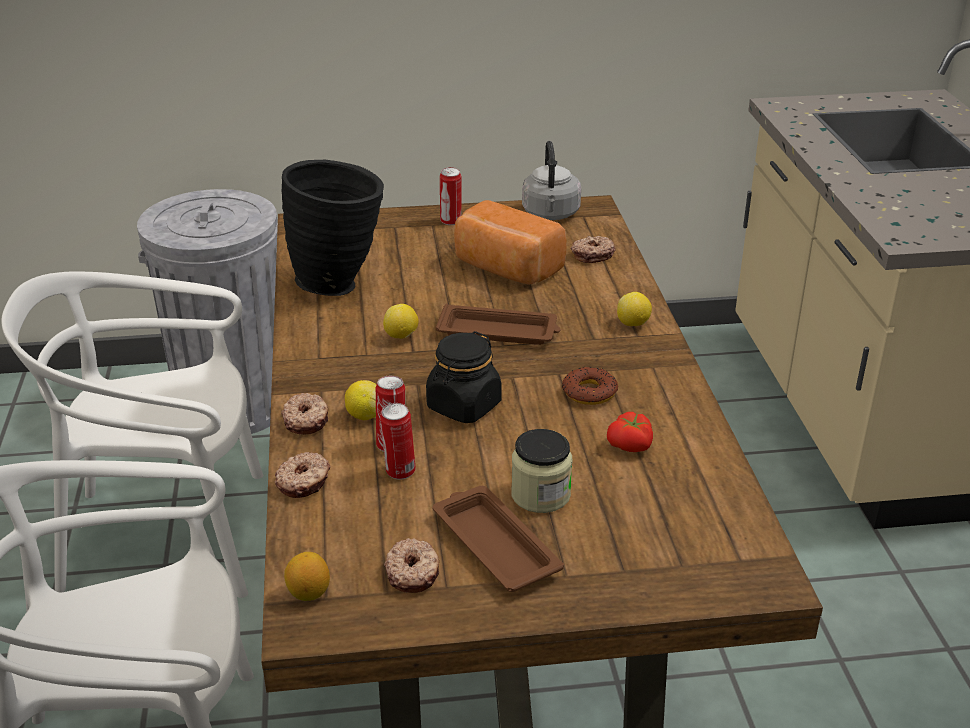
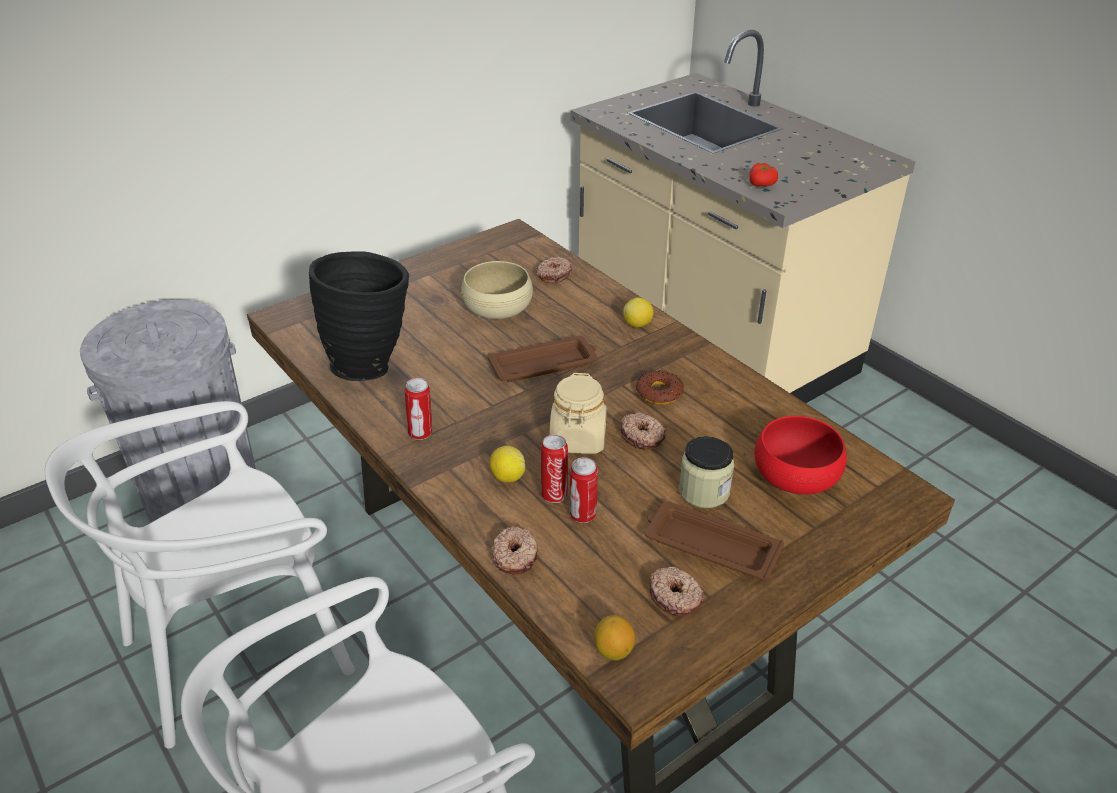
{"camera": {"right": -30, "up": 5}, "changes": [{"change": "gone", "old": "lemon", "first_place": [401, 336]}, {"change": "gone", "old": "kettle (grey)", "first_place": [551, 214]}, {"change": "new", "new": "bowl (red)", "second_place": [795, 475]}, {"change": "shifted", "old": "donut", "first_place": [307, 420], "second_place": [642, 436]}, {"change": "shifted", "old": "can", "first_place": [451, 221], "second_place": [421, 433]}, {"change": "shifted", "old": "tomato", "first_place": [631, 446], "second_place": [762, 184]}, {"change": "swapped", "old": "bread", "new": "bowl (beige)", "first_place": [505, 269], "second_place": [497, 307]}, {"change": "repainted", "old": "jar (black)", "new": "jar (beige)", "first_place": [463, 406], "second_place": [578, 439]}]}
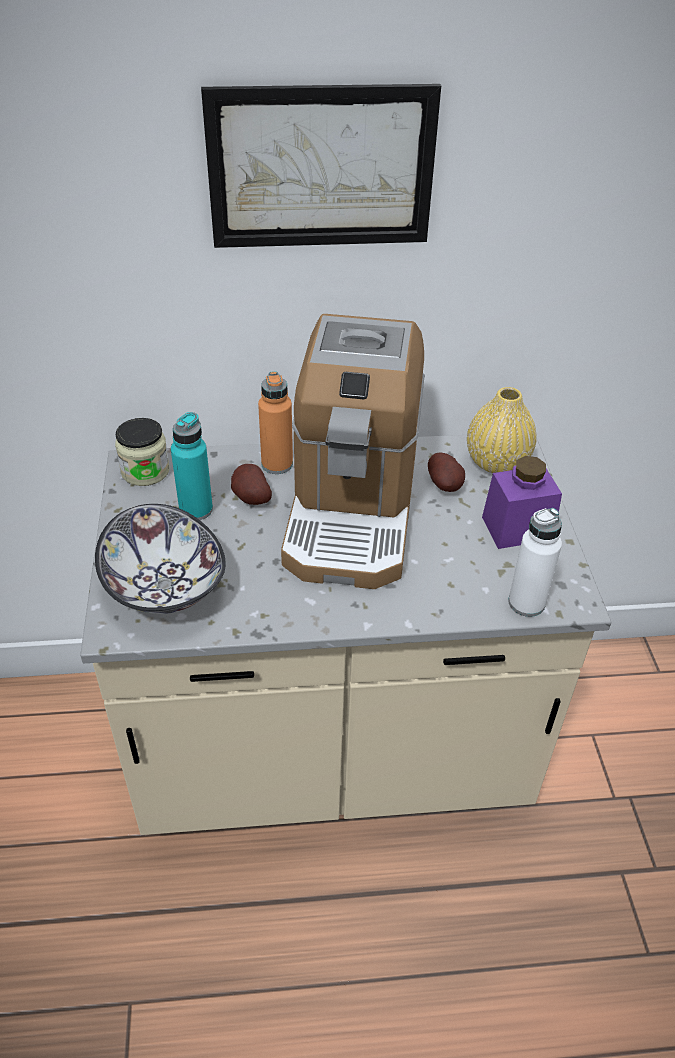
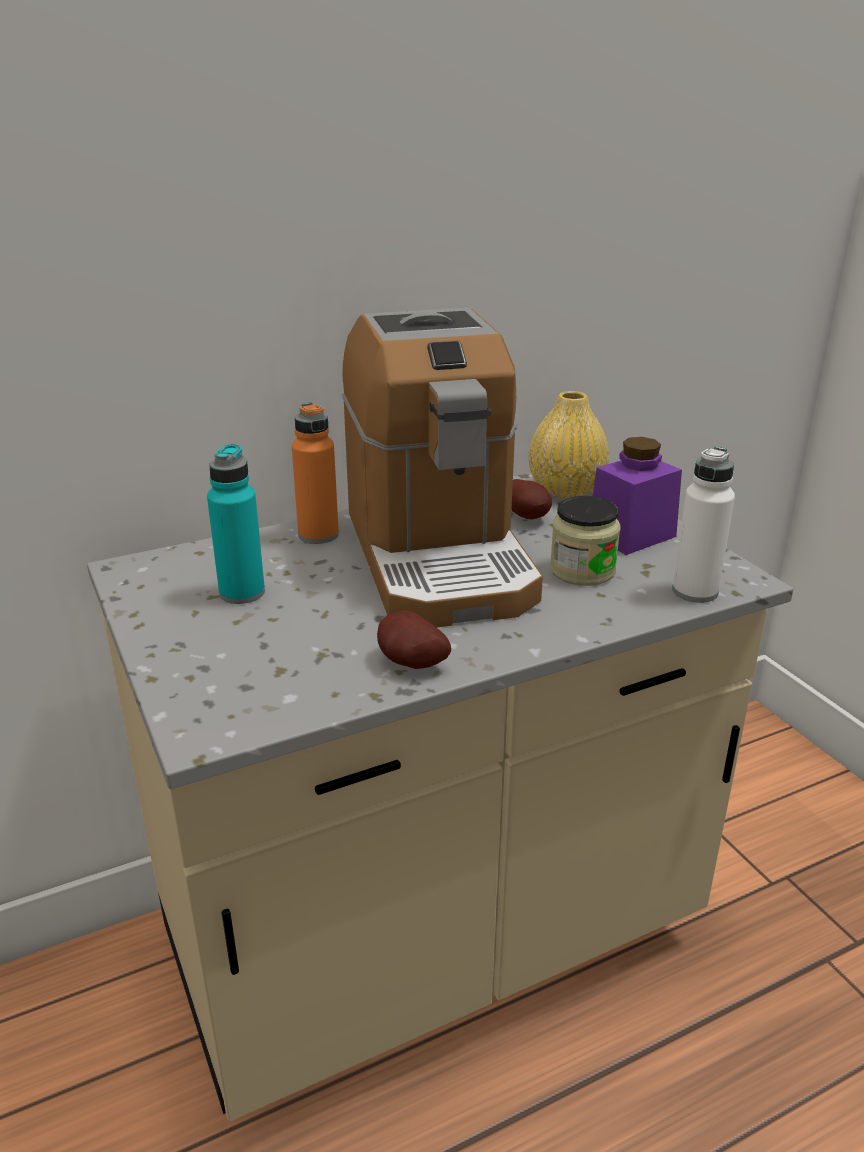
{"camera": {"right": -20, "up": -15}, "changes": [{"change": "gone", "old": "bowl", "first_place": [166, 585]}, {"change": "gone", "old": "picture", "first_place": [321, 168]}, {"change": "shifted", "old": "jar", "first_place": [145, 471], "second_place": [582, 570]}, {"change": "shifted", "old": "potato", "first_place": [250, 498], "second_place": [410, 664]}]}
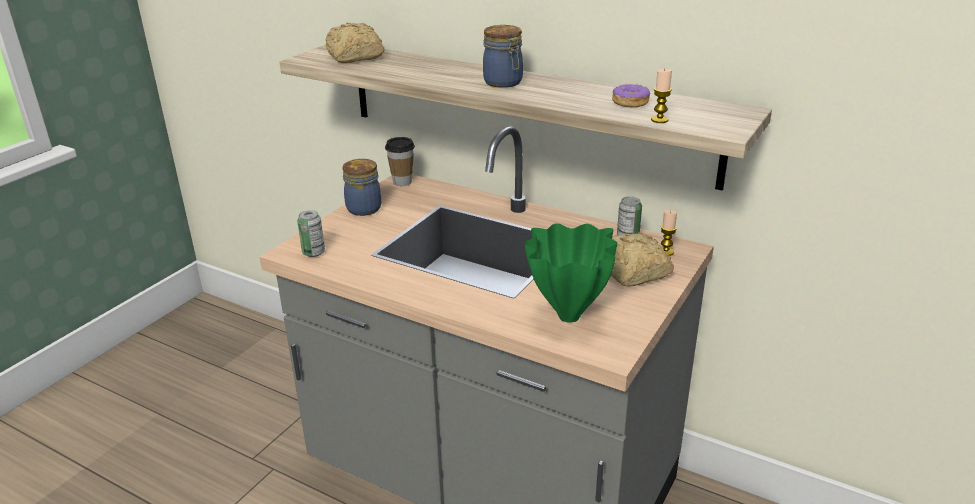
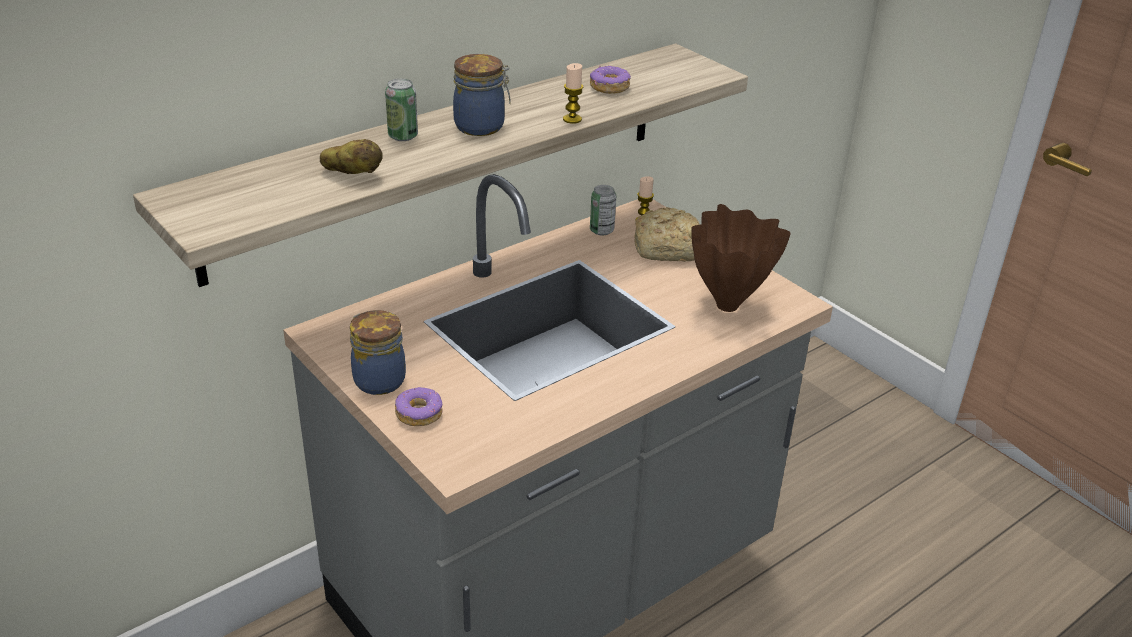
{"camera": {"right": -70, "up": 5}, "changes": [{"change": "gone", "old": "bread", "first_place": [354, 57]}, {"change": "gone", "old": "cup", "first_place": [402, 182]}, {"change": "new", "new": "potato", "second_place": [353, 174]}, {"change": "new", "new": "donut", "second_place": [419, 413]}, {"change": "shifted", "old": "can", "first_place": [313, 252], "second_place": [403, 136]}, {"change": "shifted", "old": "candle", "first_place": [659, 120], "second_place": [572, 119]}, {"change": "repainted", "old": "vase (green)", "new": "vase (brown)", "first_place": [567, 317], "second_place": [728, 307]}]}
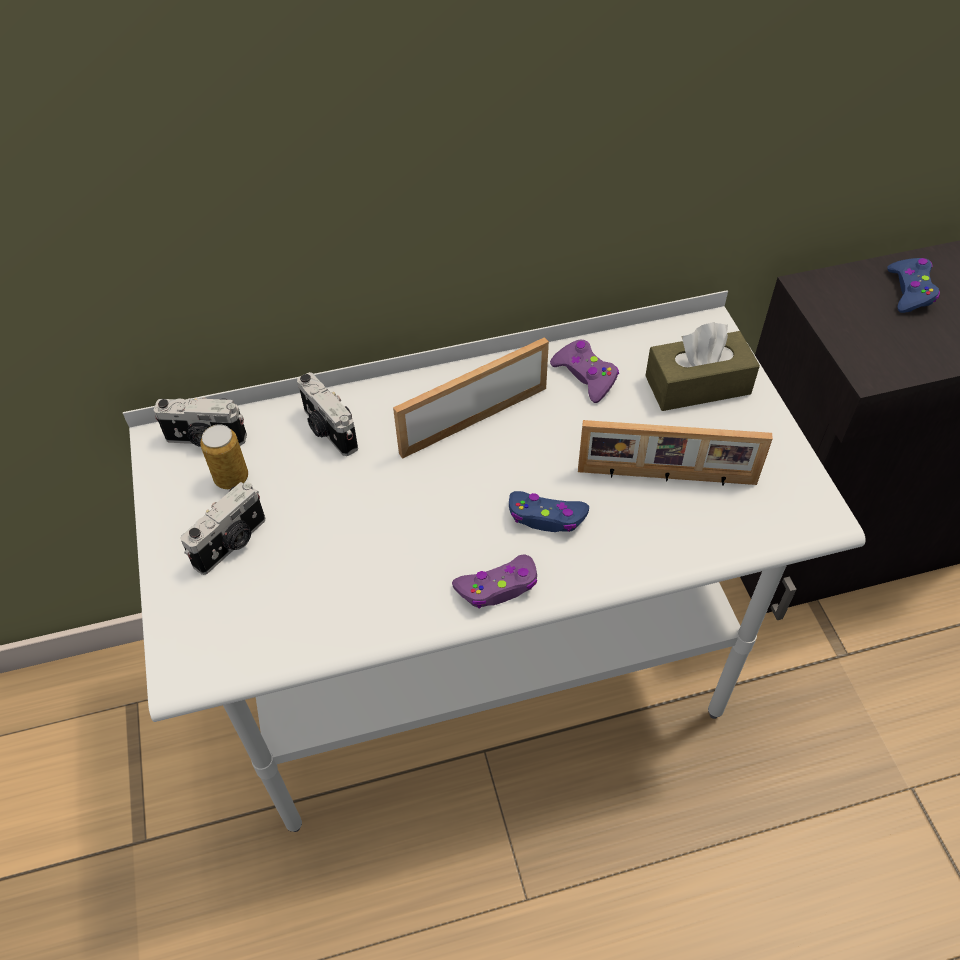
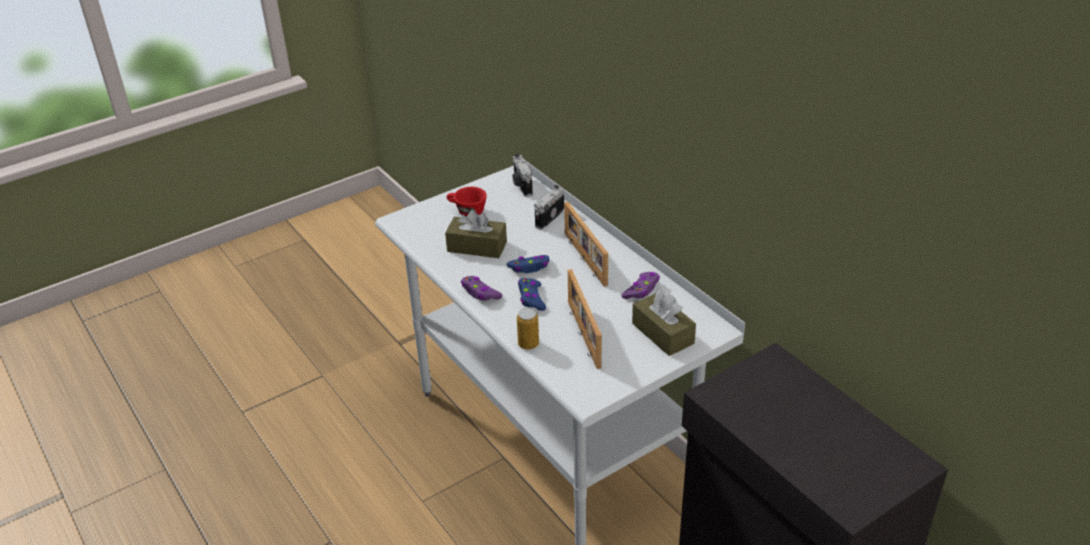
{"camera": {"right": 70, "up": -15}, "changes": [{"change": "new", "new": "tissue box (brown)", "second_place": [477, 247]}, {"change": "shifted", "old": "can", "first_place": [231, 478], "second_place": [528, 344]}, {"change": "shifted", "old": "game controller (blue)", "first_place": [910, 291], "second_place": [529, 267]}, {"change": "swapped", "old": "photo camera", "new": "cup (red)", "first_place": [232, 543], "second_place": [466, 212]}, {"change": "rotated", "old": "picture frame", "first_place": [472, 419], "second_place": [584, 259], "degrees": -150}]}
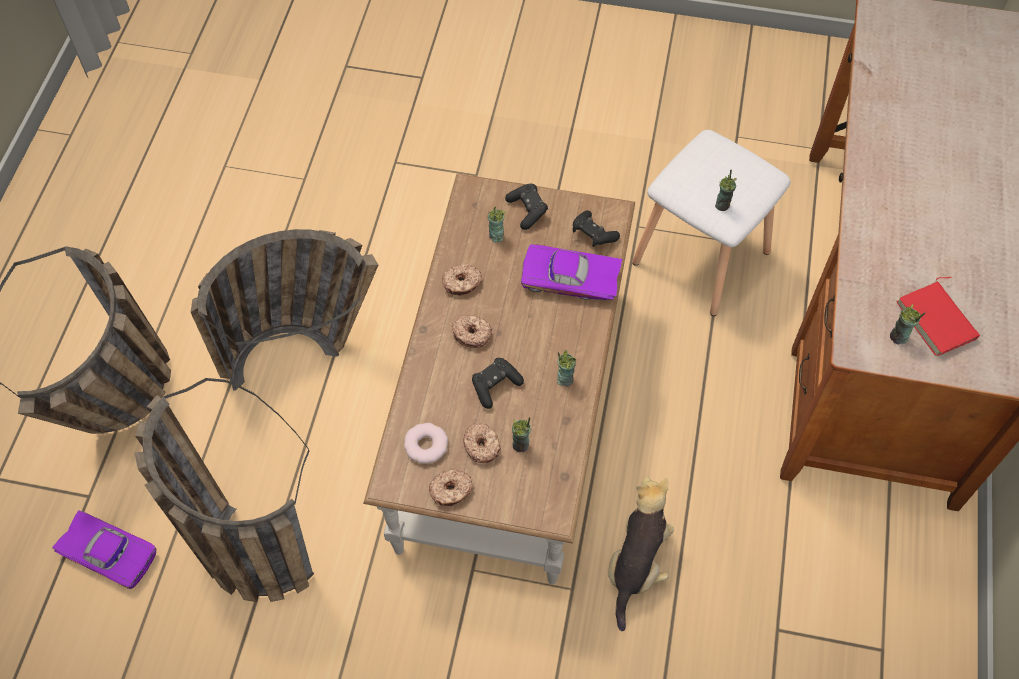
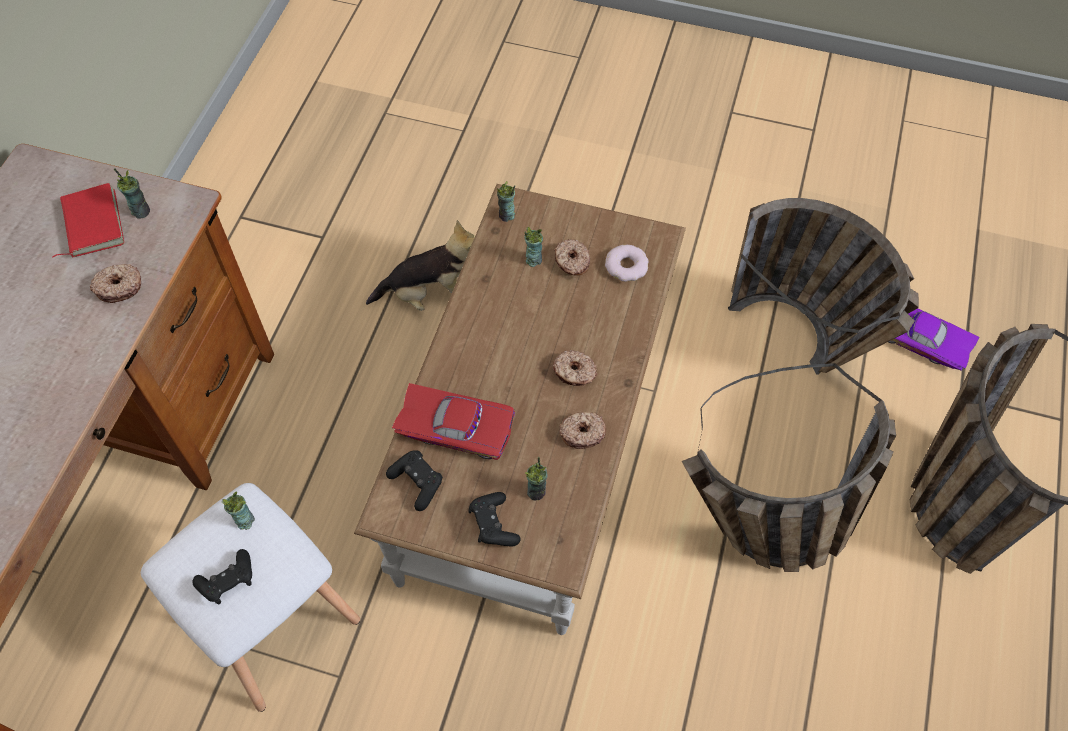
{"camera": {"right": -175, "up": 0}, "changes": [{"change": "shifted", "old": "donut", "first_place": [451, 491], "second_place": [119, 287]}, {"change": "shifted", "old": "game controller (black)", "first_place": [495, 386], "second_place": [229, 582]}, {"change": "shifted", "old": "cup", "first_place": [565, 379], "second_place": [506, 215]}, {"change": "repainted", "old": "toy car (purple)", "new": "toy car (red)", "first_place": [569, 282], "second_place": [456, 424]}, {"change": "rotated", "old": "plush toy", "first_place": [636, 563], "second_place": [431, 295], "degrees": -120}]}
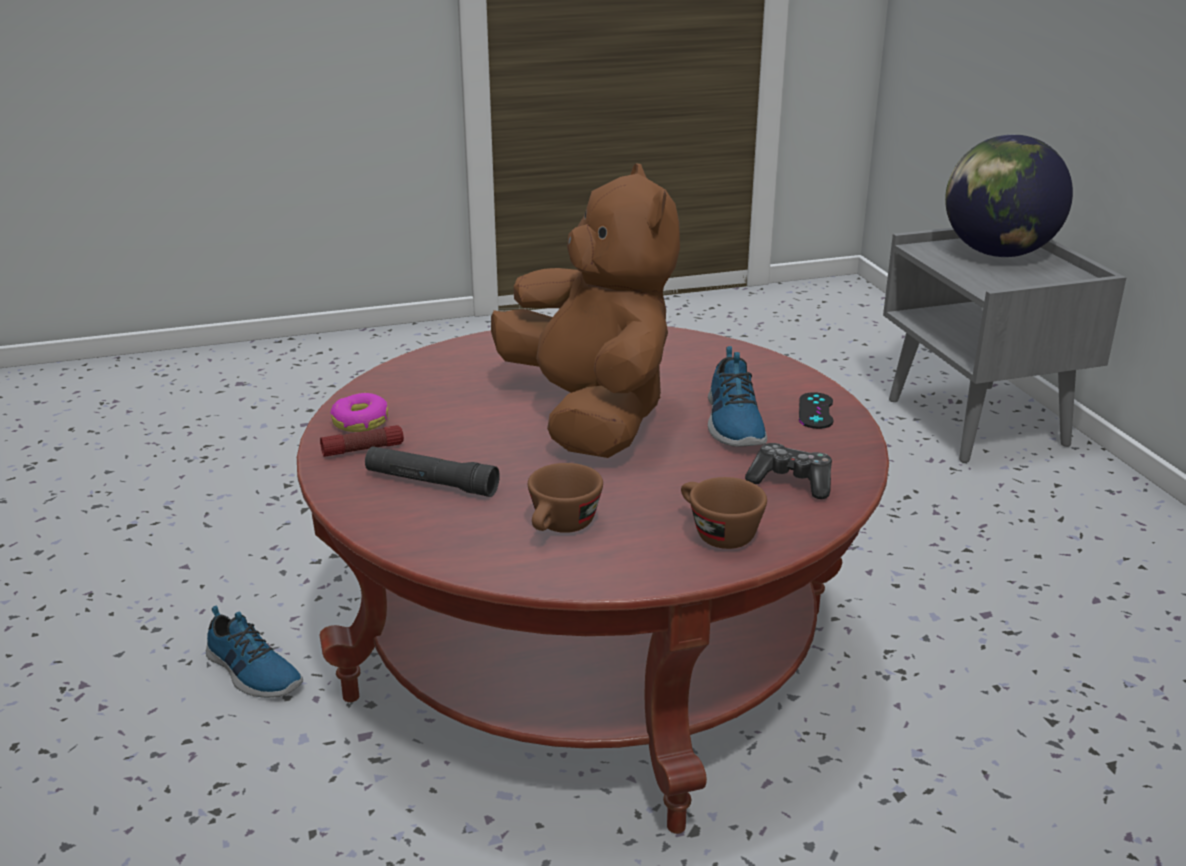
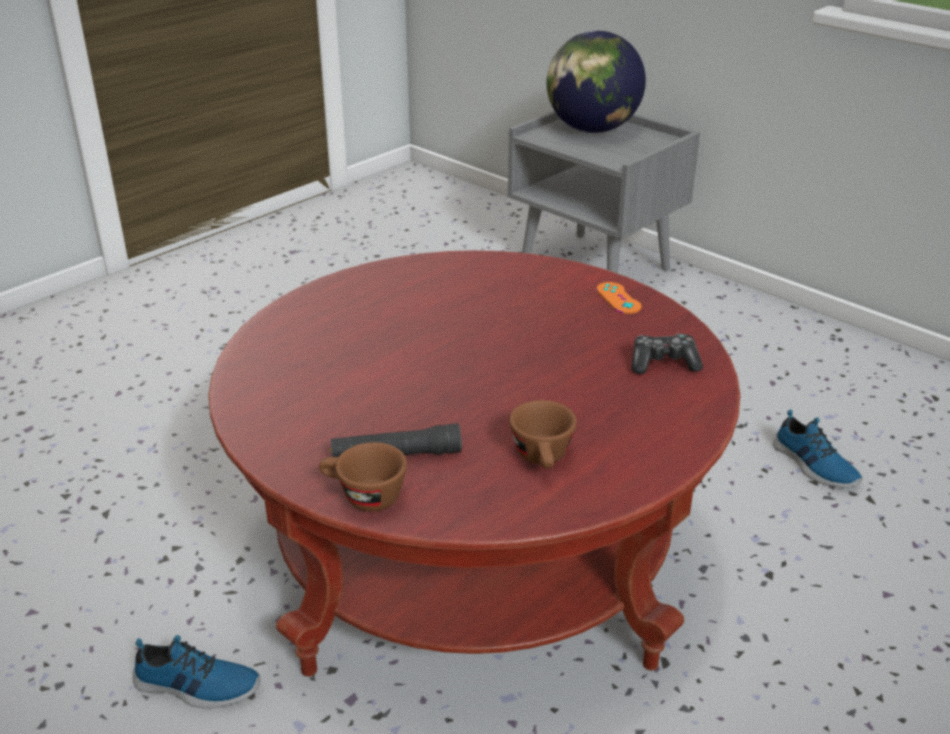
{"camera": {"right": -30, "up": 5}, "changes": [{"change": "gone", "old": "flashlight", "first_place": [363, 449]}, {"change": "gone", "old": "donut", "first_place": [360, 422]}, {"change": "gone", "old": "plush toy (brown)", "first_place": [591, 415]}, {"change": "shifted", "old": "cup (brown)", "first_place": [716, 533], "second_place": [363, 497]}, {"change": "shifted", "old": "shoe", "first_place": [732, 423], "second_place": [813, 465]}, {"change": "repainted", "old": "game controller (black)", "new": "game controller (orange)", "first_place": [815, 411], "second_place": [618, 298]}]}
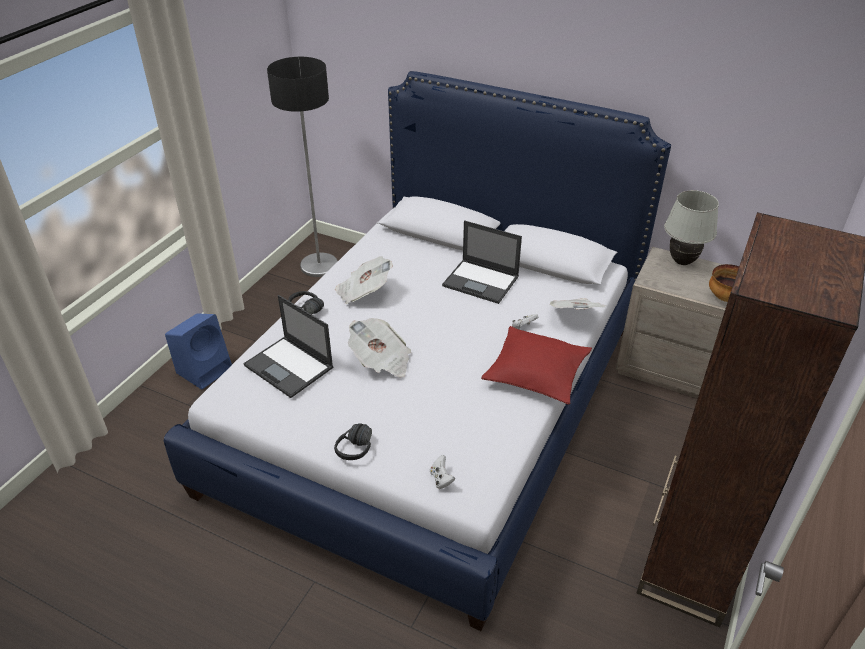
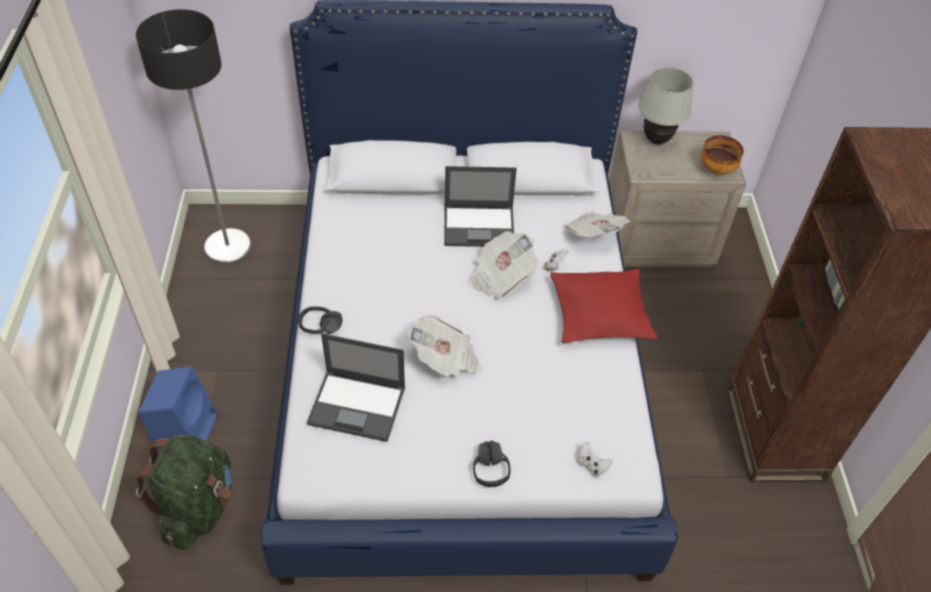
{"camera": {"right": -30, "up": 10}, "changes": [{"change": "new", "new": "backpack (green)", "second_place": [198, 507]}, {"change": "shifted", "old": "newspaper", "first_place": [363, 292], "second_place": [500, 277]}]}
